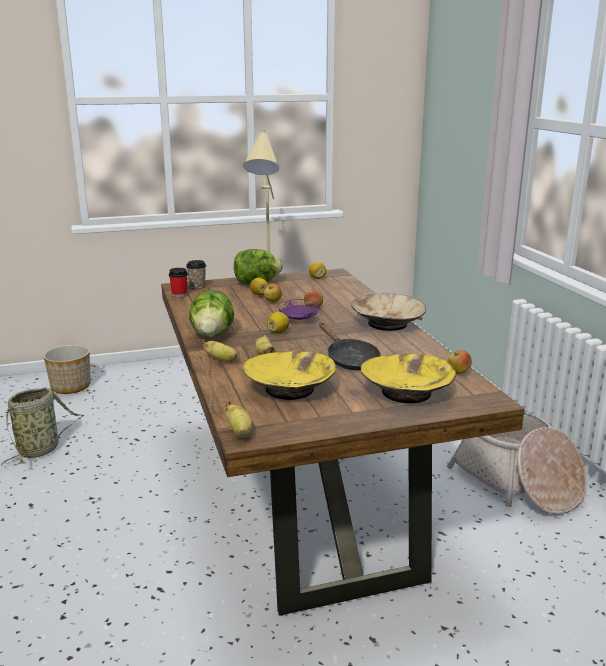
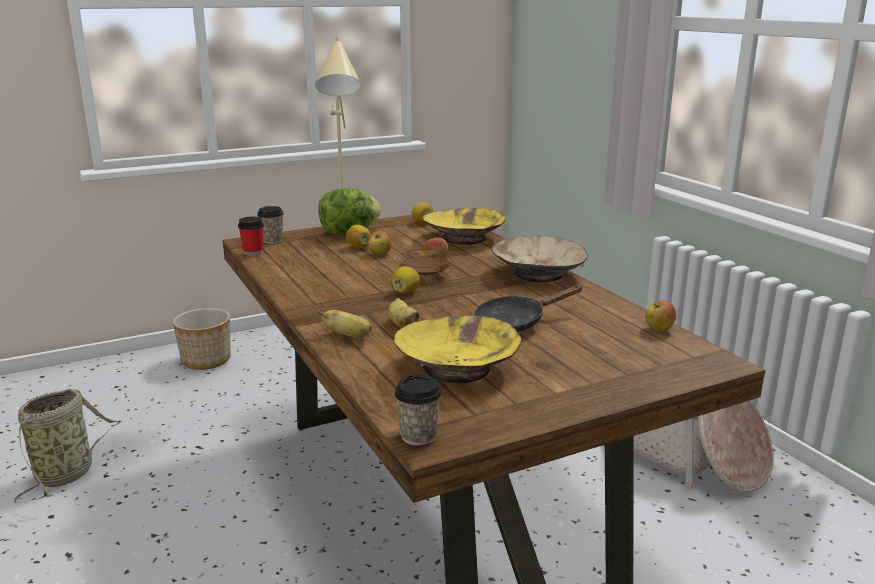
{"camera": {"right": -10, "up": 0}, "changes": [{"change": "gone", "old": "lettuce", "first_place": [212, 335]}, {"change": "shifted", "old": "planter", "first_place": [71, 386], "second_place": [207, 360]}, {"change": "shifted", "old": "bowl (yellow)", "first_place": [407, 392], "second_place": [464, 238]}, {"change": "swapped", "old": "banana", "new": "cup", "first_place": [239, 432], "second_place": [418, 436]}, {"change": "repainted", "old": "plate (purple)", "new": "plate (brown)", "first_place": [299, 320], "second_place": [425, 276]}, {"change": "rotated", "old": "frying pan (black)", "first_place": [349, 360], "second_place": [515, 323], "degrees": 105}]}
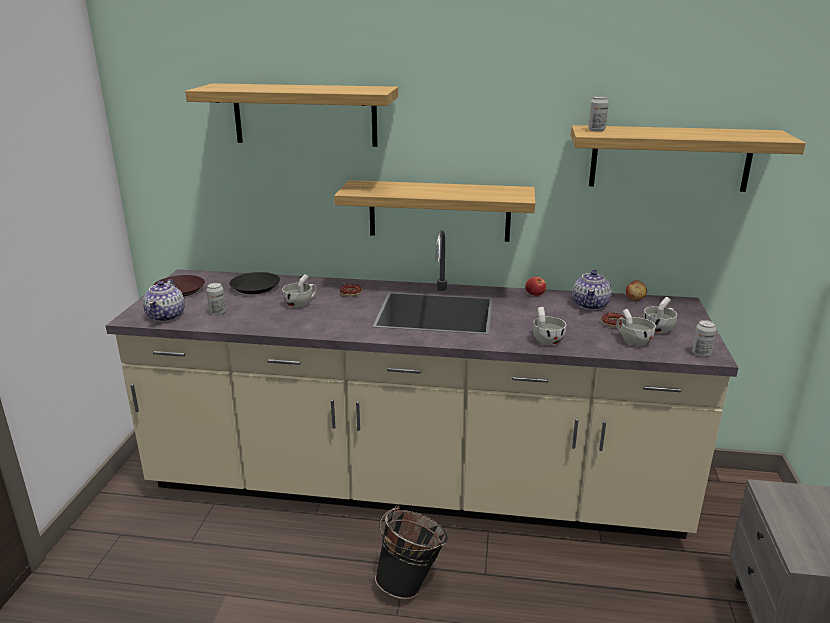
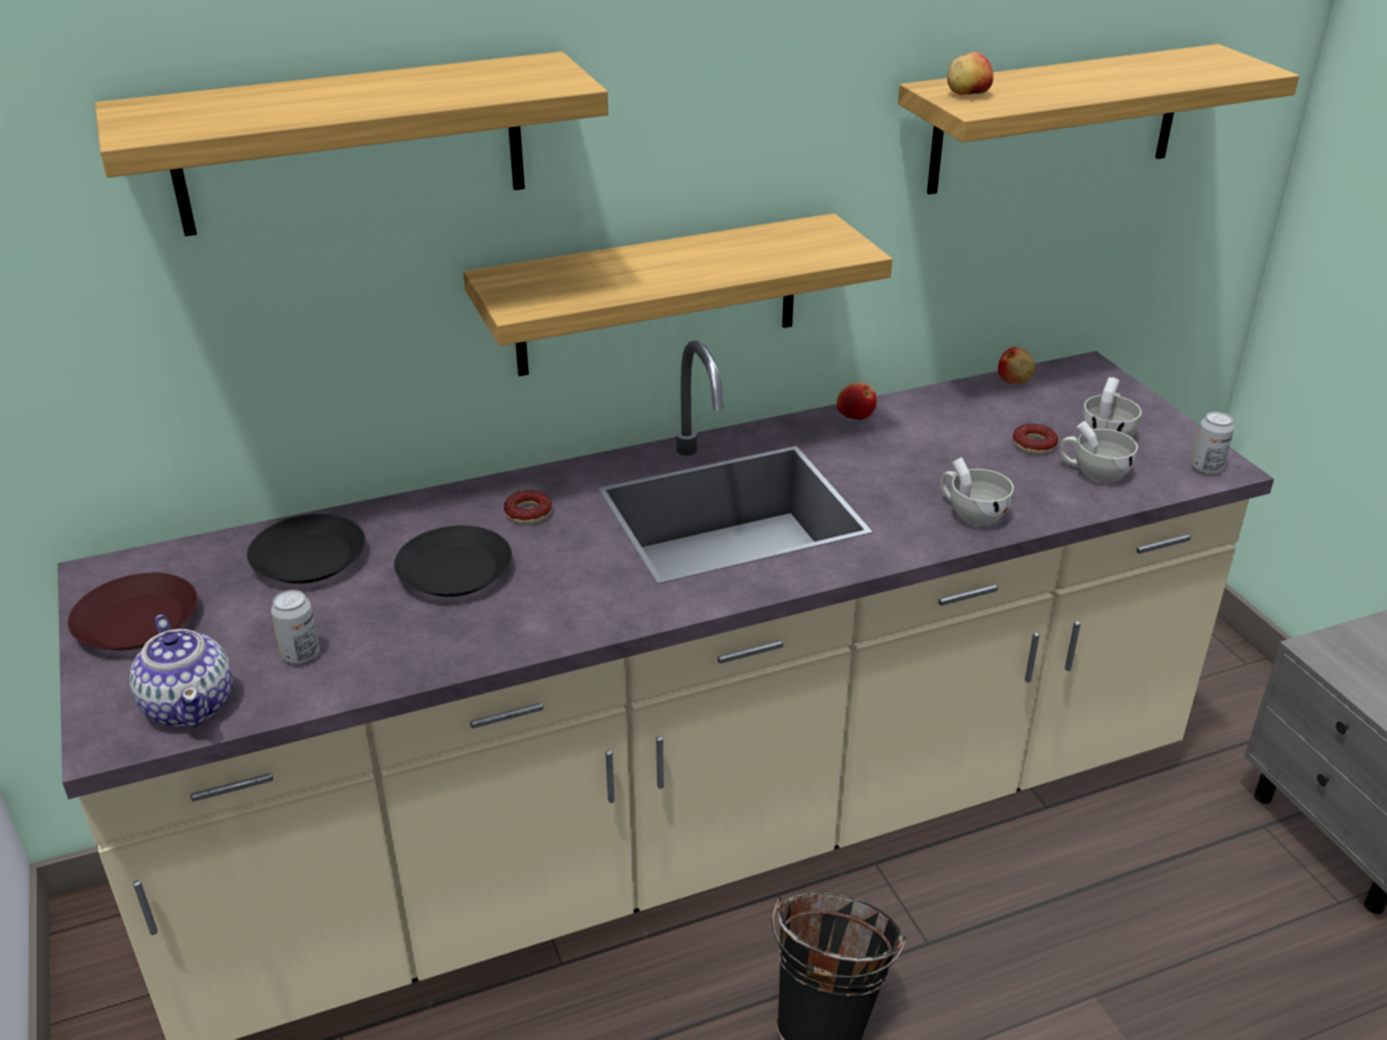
{"camera": {"right": -30, "up": 10}, "changes": [{"change": "gone", "old": "teapot", "first_place": [591, 305]}, {"change": "swapped", "old": "cup (white)", "new": "plate (black)", "first_place": [301, 303], "second_place": [456, 571]}, {"change": "swapped", "old": "can", "new": "apple", "first_place": [596, 130], "second_place": [968, 94]}]}
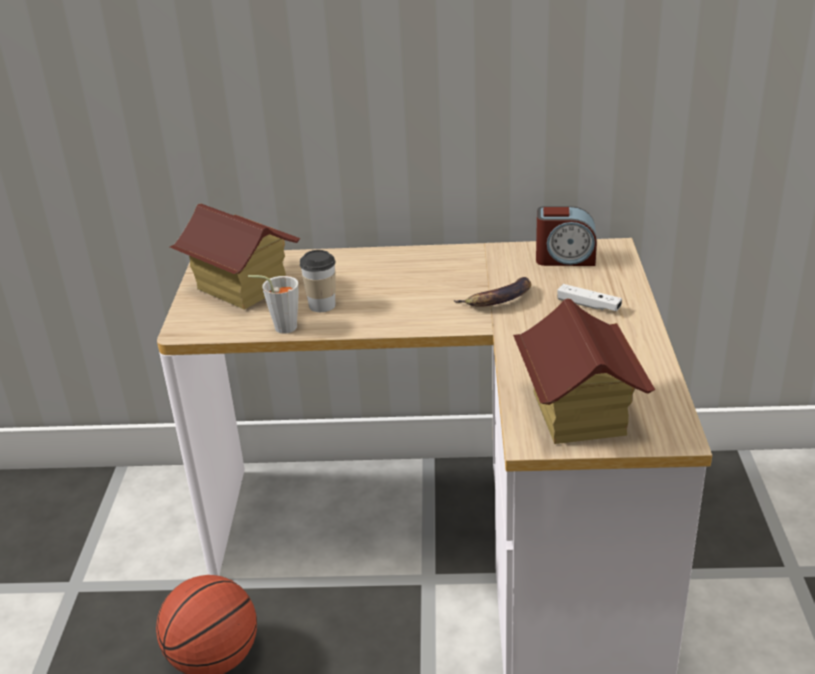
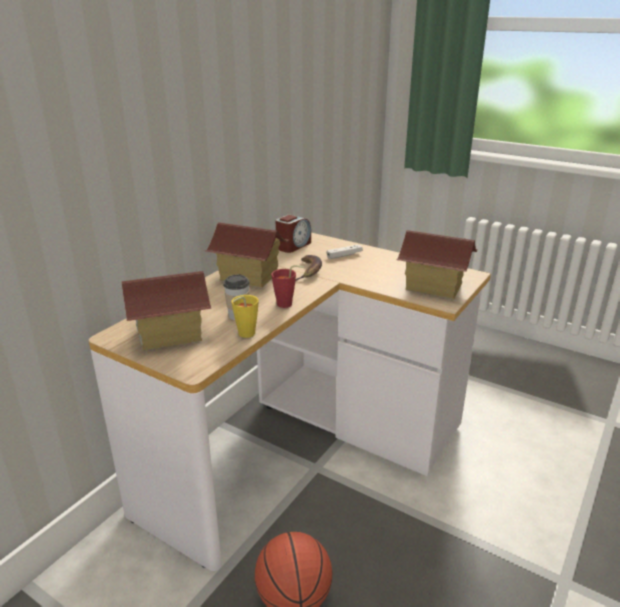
{"camera": {"right": -60, "up": -5}, "changes": [{"change": "new", "new": "toy house", "second_place": [249, 277]}, {"change": "new", "new": "cup (red)", "second_place": [287, 305]}, {"change": "repainted", "old": "cup (grey)", "new": "cup (yellow)", "first_place": [280, 327], "second_place": [244, 335]}]}
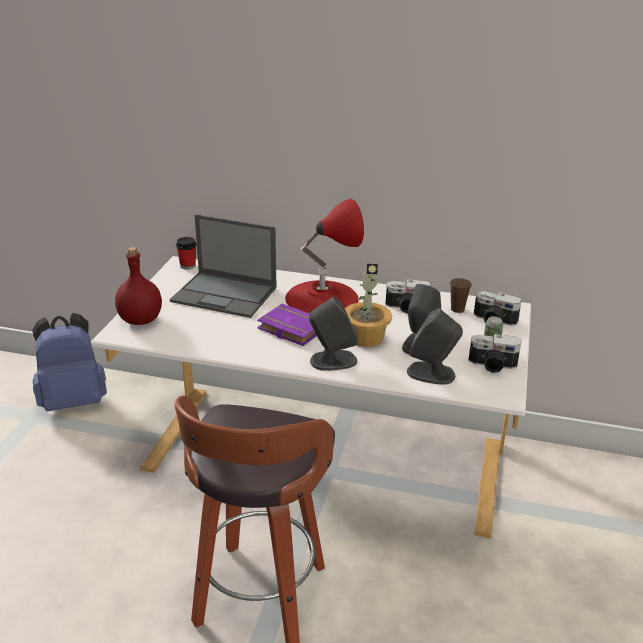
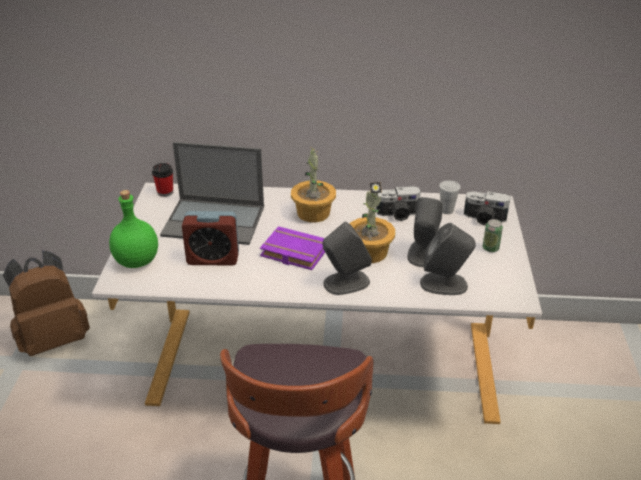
{"camera": {"right": -10, "up": 5}, "changes": [{"change": "gone", "old": "photo camera", "first_place": [492, 365]}, {"change": "new", "new": "alarm clock", "second_place": [213, 258]}, {"change": "swapped", "old": "table lamp (red)", "new": "potted plant", "first_place": [322, 298], "second_place": [313, 213]}, {"change": "repainted", "old": "backpack (blue)", "new": "backpack (brown)", "first_place": [73, 400], "second_place": [53, 339]}, {"change": "repainted", "old": "bottle (red)", "new": "bottle (green)", "first_place": [140, 320], "second_place": [136, 262]}, {"change": "repainted", "old": "cup (brown)", "new": "cup (white)", "first_place": [457, 309], "second_place": [447, 210]}]}
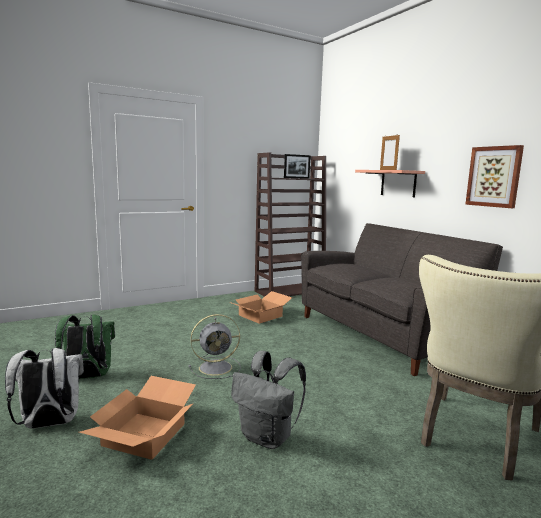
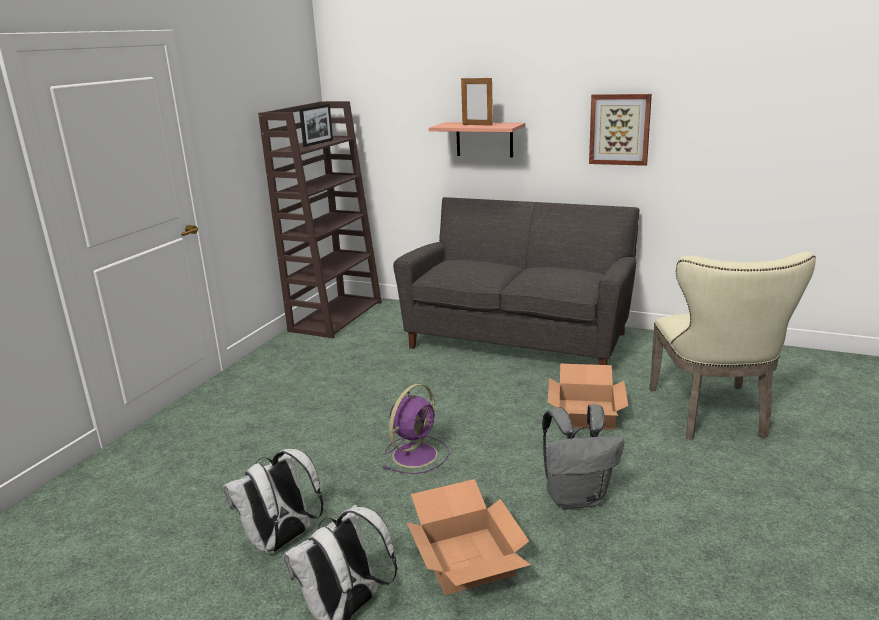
{"camera": {"right": -35, "up": 10}, "changes": [{"change": "shifted", "old": "cardboard box", "first_place": [260, 315], "second_place": [584, 413]}, {"change": "repainted", "old": "backpack (green)", "new": "backpack (white)", "first_place": [87, 377], "second_place": [281, 542]}, {"change": "repainted", "old": "fan (grey)", "new": "fan (purple)", "first_place": [217, 367], "second_place": [416, 454]}]}
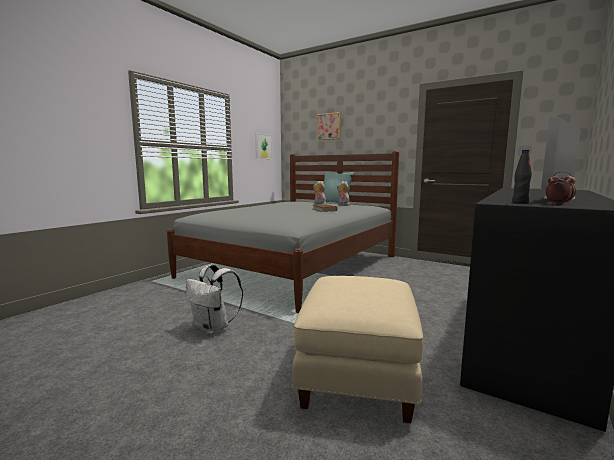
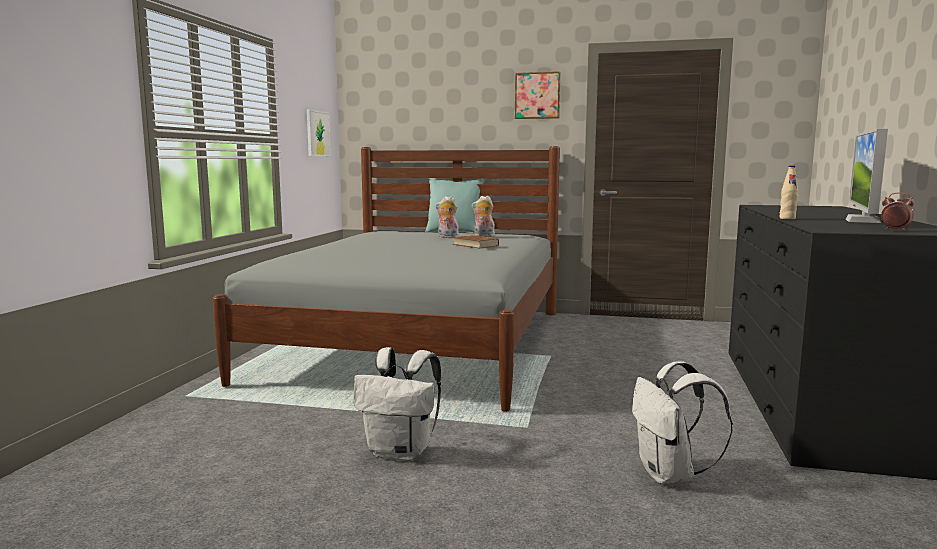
{"camera": {"right": -20, "up": 0}, "changes": [{"change": "gone", "old": "bottle (black)", "first_place": [520, 203]}, {"change": "new", "new": "bottle (beige)", "second_place": [787, 218]}, {"change": "shifted", "old": "picture", "first_place": [329, 126], "second_place": [537, 95]}, {"change": "swapped", "old": "ottoman (beige)", "new": "backpack (white)", "first_place": [359, 374], "second_place": [670, 475]}]}
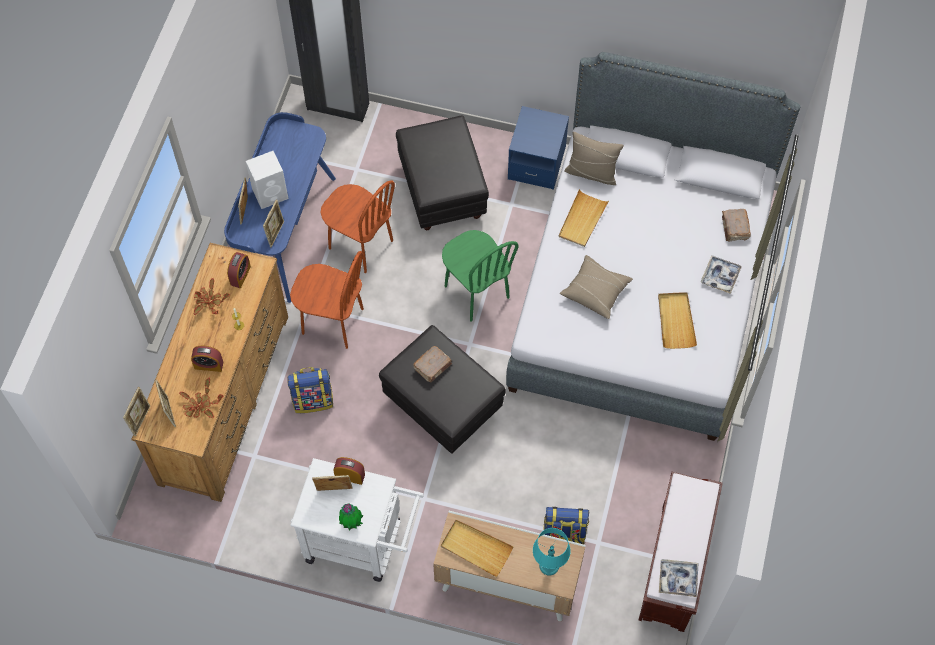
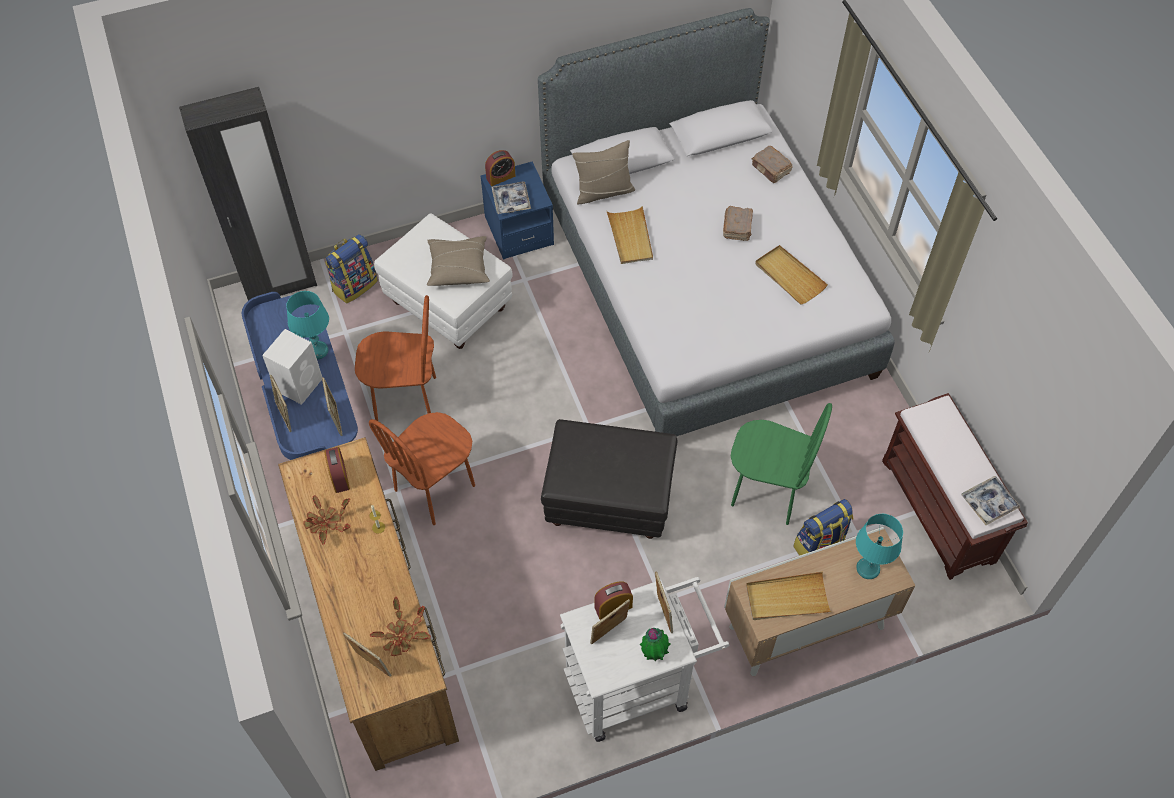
{"camera": {"right": -35, "up": -5}, "changes": [{"change": "new", "new": "table lamp (turquoise)", "second_place": [317, 351]}, {"change": "shifted", "old": "picture frame", "first_place": [141, 420], "second_place": [663, 613]}, {"change": "shifted", "old": "alarm clock", "first_place": [208, 365], "second_place": [501, 177]}, {"change": "shifted", "old": "backpack", "first_place": [313, 399], "second_place": [354, 285]}, {"change": "shifted", "old": "book (brown)", "first_place": [433, 366], "second_place": [737, 227]}, {"change": "shifted", "old": "chair (green)", "first_place": [476, 292], "second_place": [767, 492]}, {"change": "shifted", "old": "pillow (beige)", "first_place": [596, 291], "second_place": [458, 268]}, {"change": "shifted", "old": "tray", "first_place": [720, 276], "second_place": [511, 201]}, {"change": "repainted", "old": "ottoman (black)", "new": "ottoman (white)", "first_place": [443, 191], "second_place": [449, 304]}, {"change": "rotated", "old": "chair (brown)", "first_place": [332, 321], "second_place": [435, 488], "degrees": 150}]}
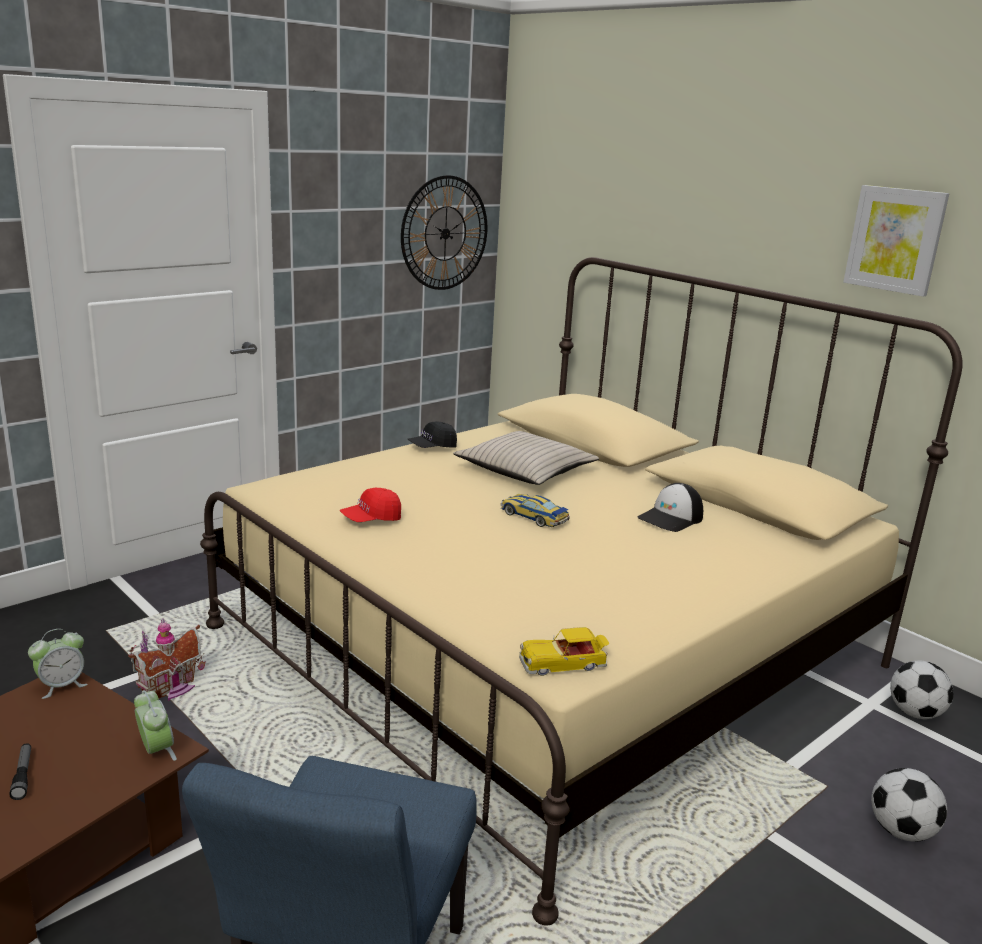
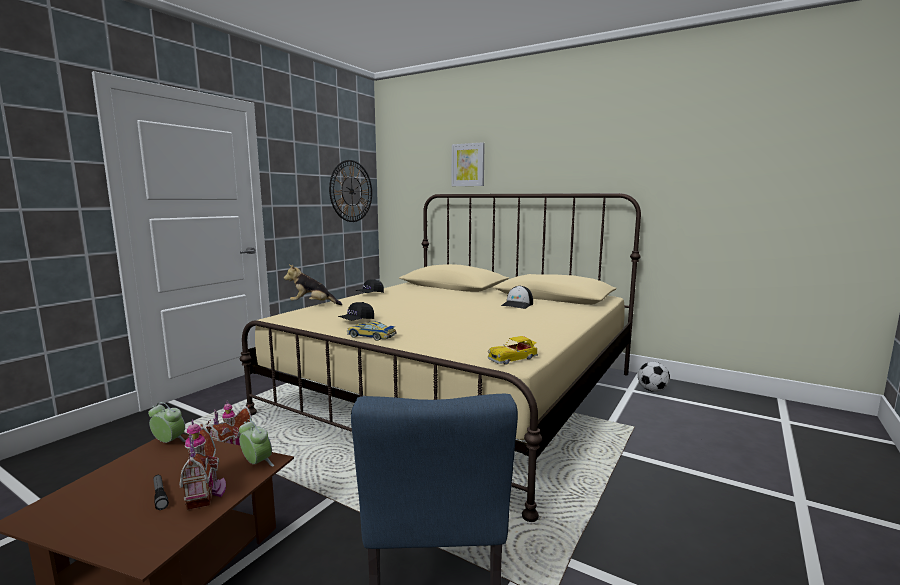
{"camera": {"right": -15, "up": -10}, "changes": [{"change": "gone", "old": "pillow (beige)", "first_place": [525, 471]}, {"change": "gone", "old": "football", "first_place": [901, 831]}, {"change": "new", "new": "toy house", "second_place": [207, 492]}, {"change": "new", "new": "plush toy", "second_place": [312, 305]}, {"change": "shifted", "old": "toy car", "first_place": [533, 517], "second_place": [371, 336]}, {"change": "shifted", "old": "picture", "first_place": [895, 239], "second_place": [468, 165]}, {"change": "repainted", "old": "cap (red)", "new": "cap (black)", "first_place": [371, 519], "second_place": [356, 321]}, {"change": "rotated", "old": "alarm clock", "first_place": [61, 686], "second_place": [169, 442], "degrees": -105}]}
